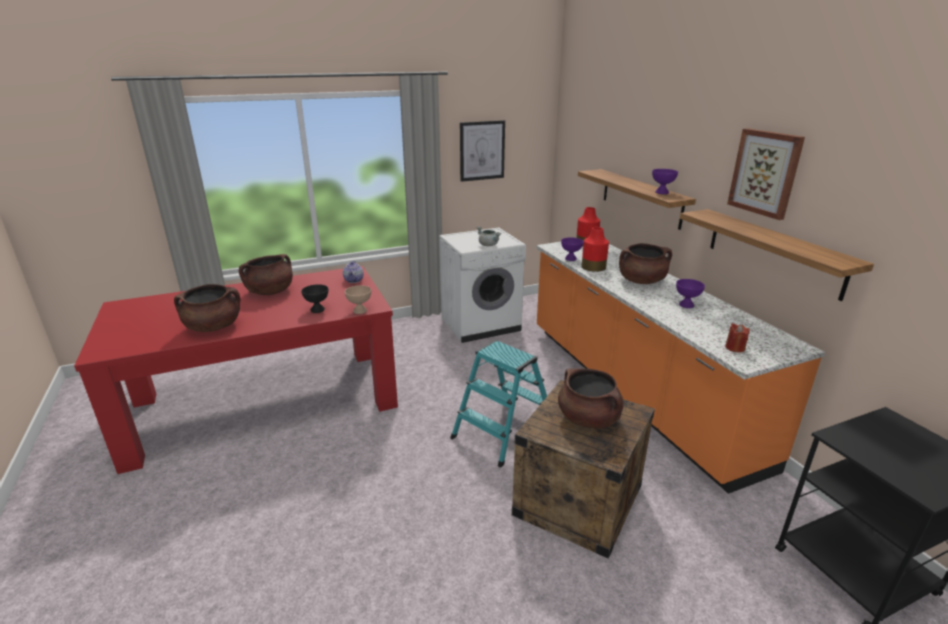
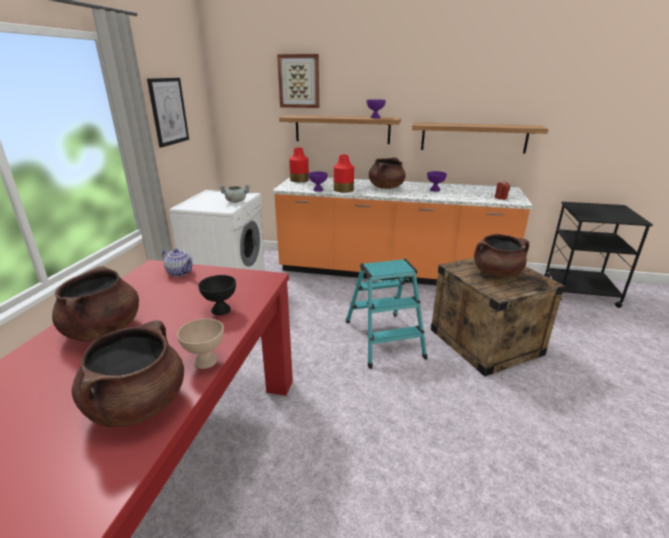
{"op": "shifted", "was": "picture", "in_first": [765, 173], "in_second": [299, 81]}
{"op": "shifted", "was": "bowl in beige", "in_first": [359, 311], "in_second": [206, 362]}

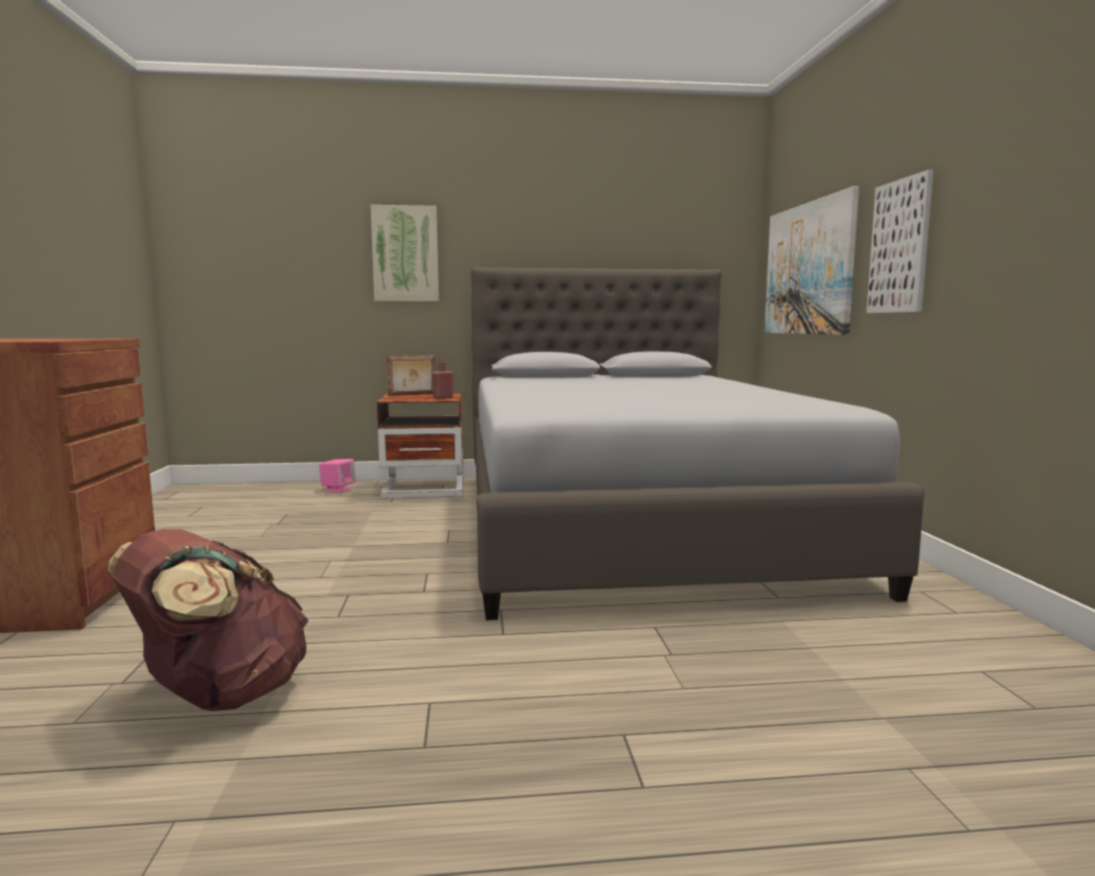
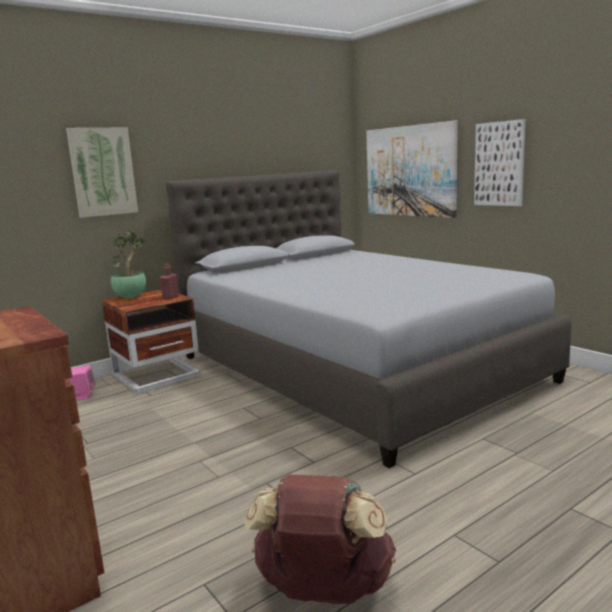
{"op": "swapped", "was": "picture frame", "now": "potted plant", "in_first": [412, 394], "in_second": [131, 297]}

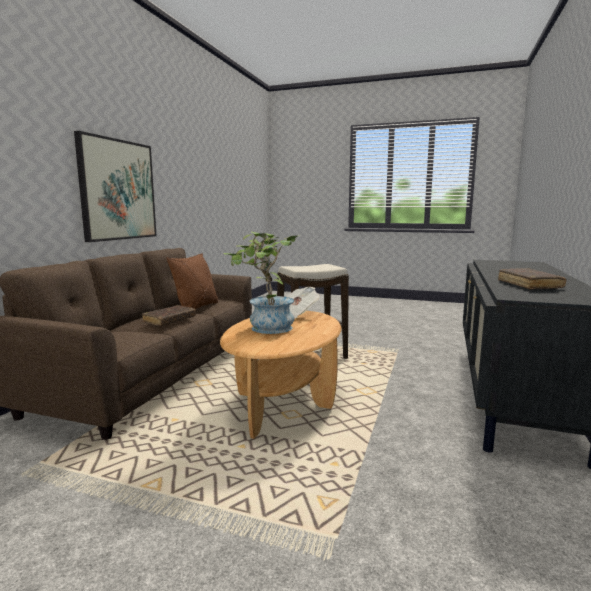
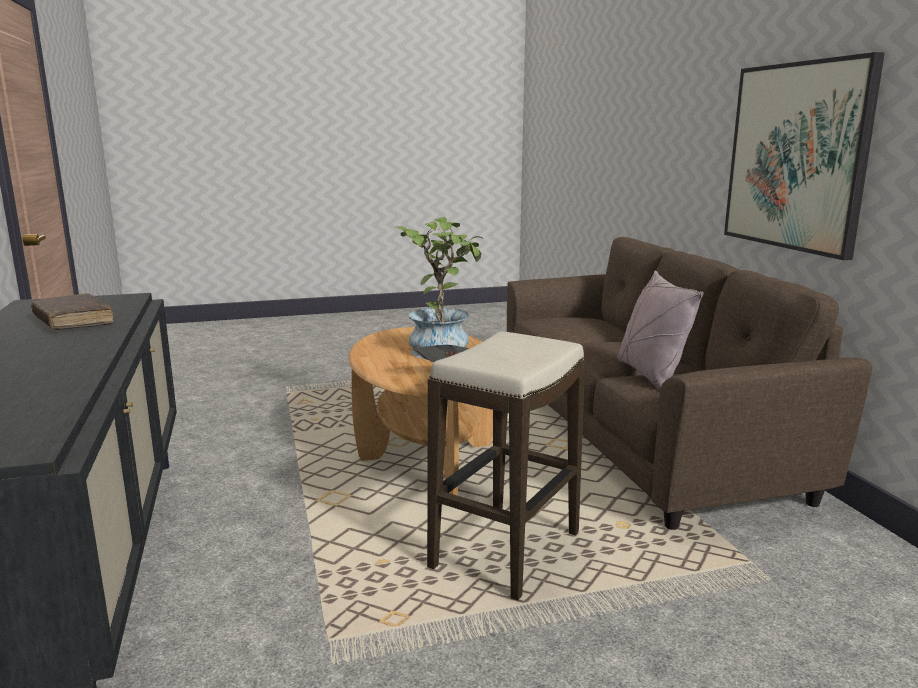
{"op": "repainted", "was": "pillow in brown", "now": "pillow in purple", "in_first": [196, 308], "in_second": [650, 374]}
{"op": "gone", "was": "book in brown", "in_first": [169, 320]}

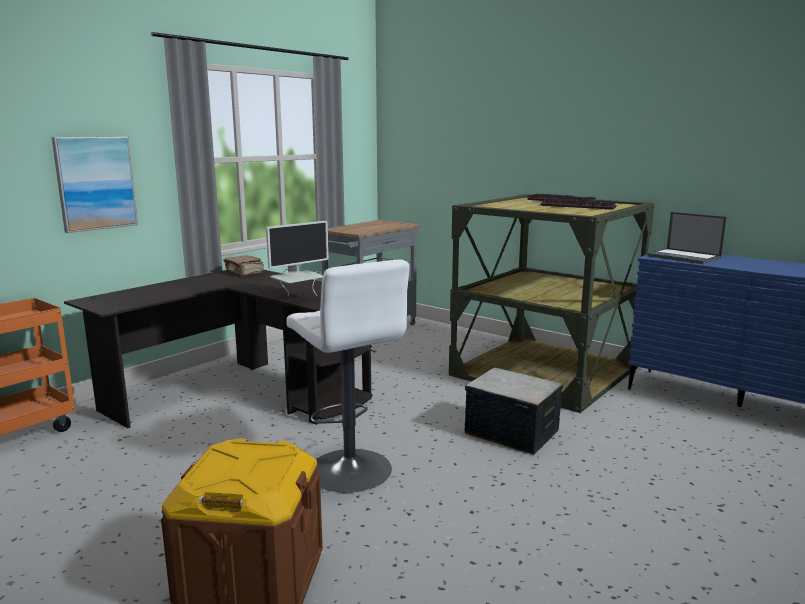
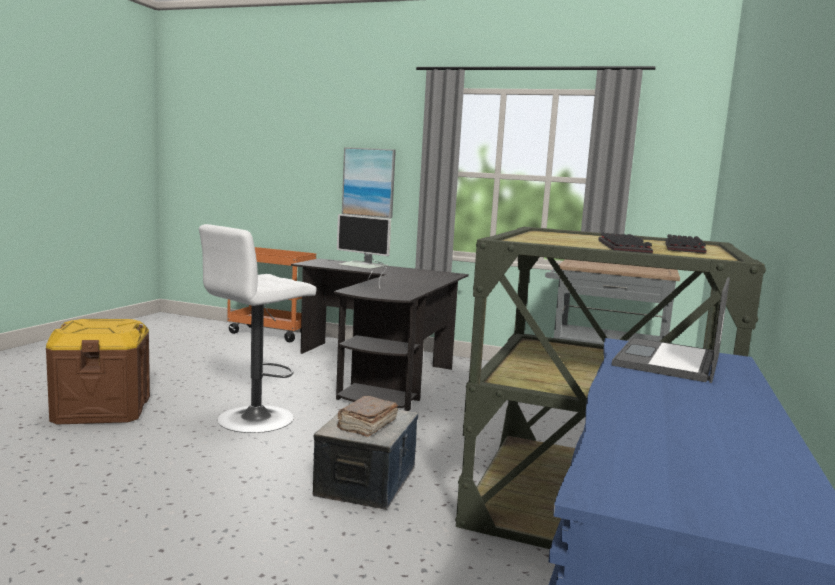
{"op": "shifted", "was": "book in brown", "in_first": [244, 272], "in_second": [366, 426]}

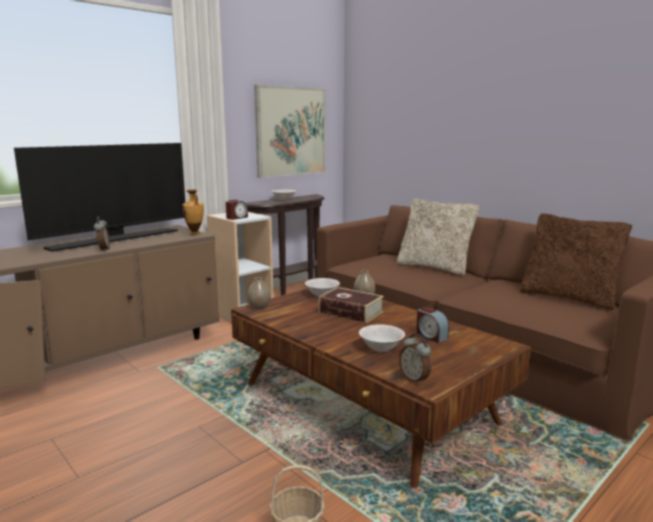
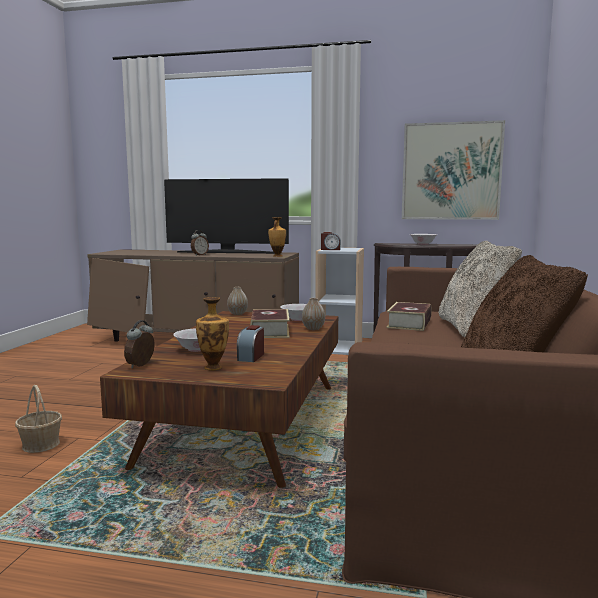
{"op": "new", "now": "vase", "in_second": [213, 367]}
{"op": "new", "now": "book", "in_second": [409, 323]}

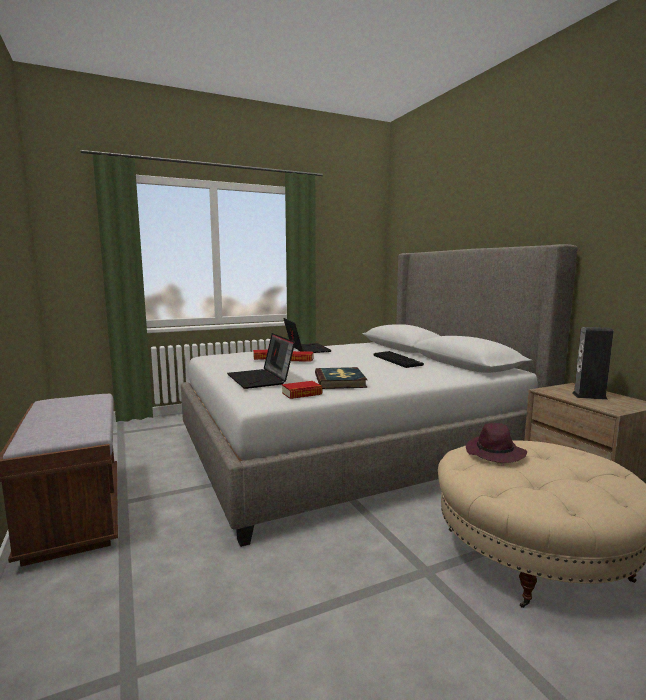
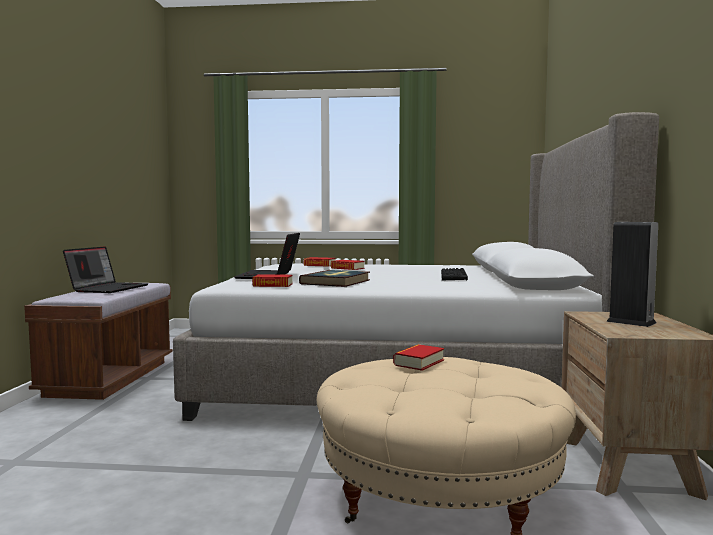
{"op": "shifted", "was": "laptop", "in_first": [306, 349], "in_second": [108, 288]}
{"op": "swapped", "was": "hat in purple", "now": "book", "in_first": [495, 453], "in_second": [419, 362]}

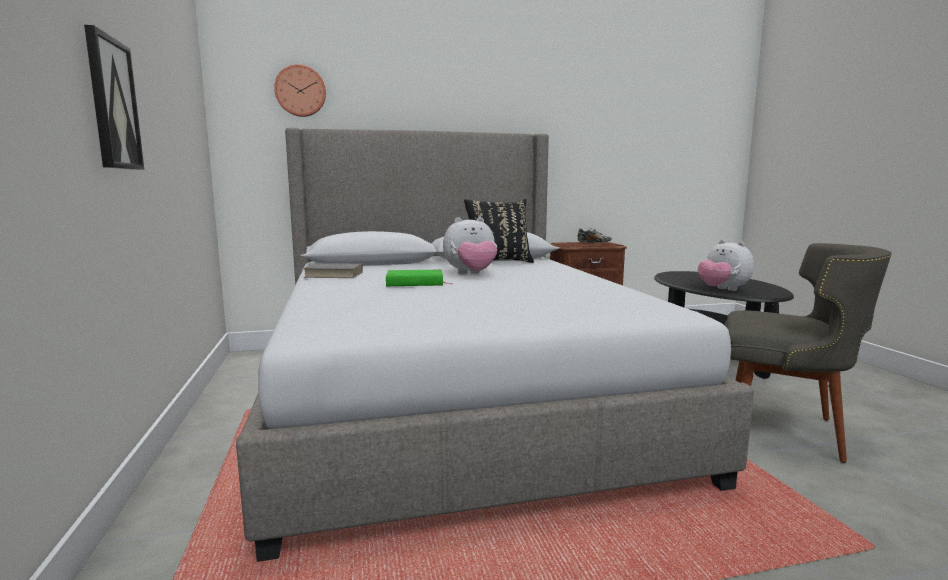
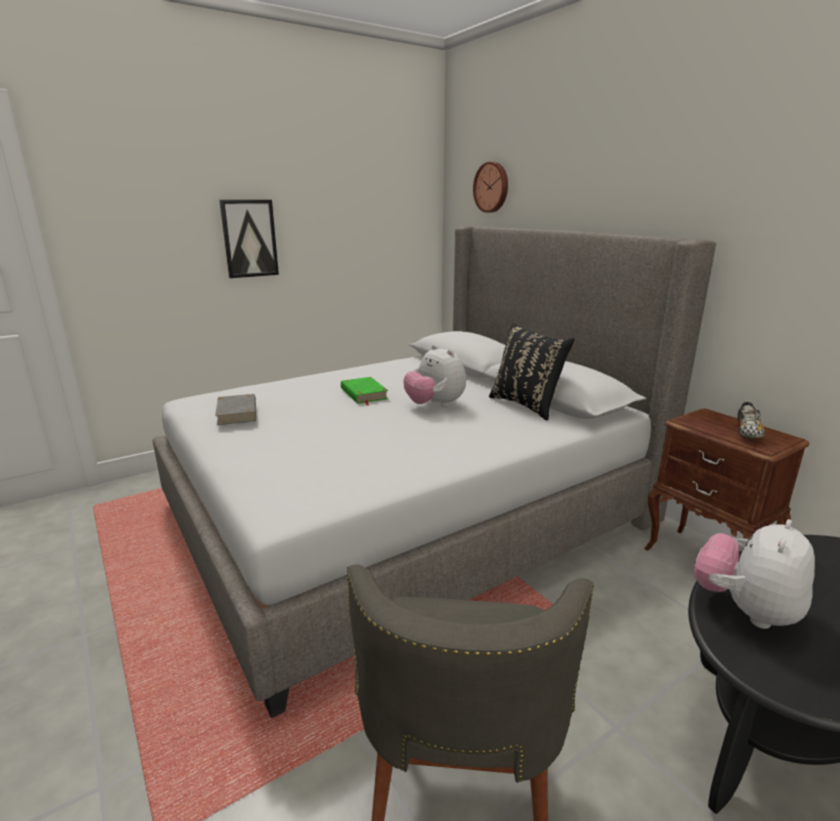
{"op": "shifted", "was": "book in grey", "in_first": [333, 275], "in_second": [237, 413]}

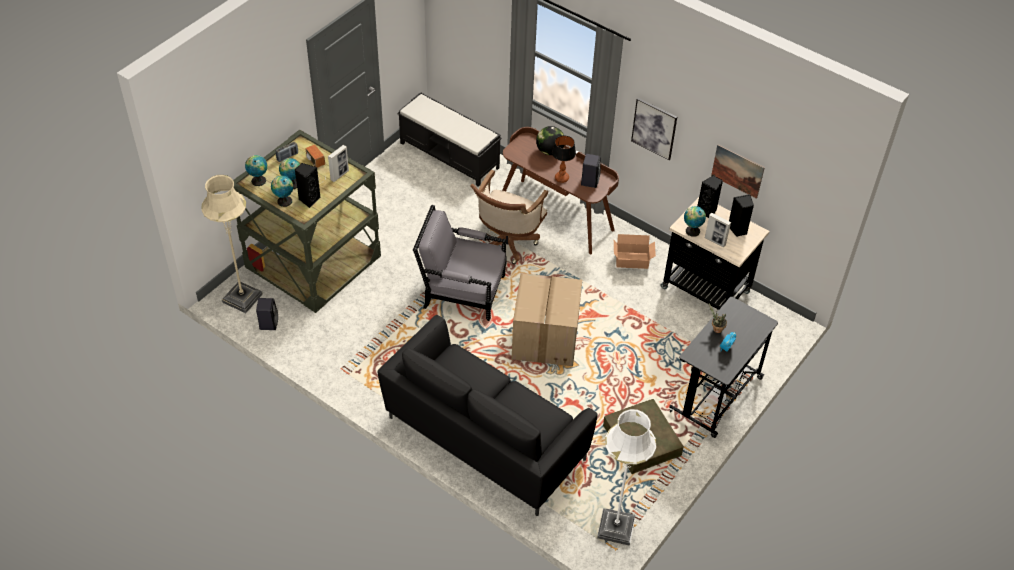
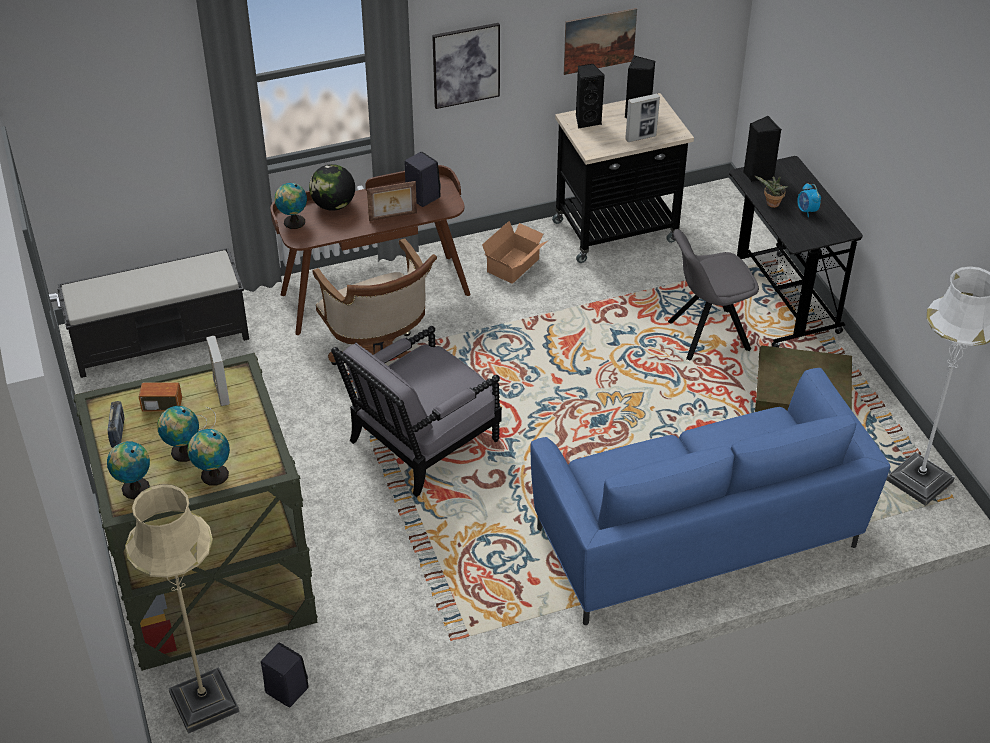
{"op": "swapped", "was": "table lamp", "now": "picture frame", "in_first": [562, 178], "in_second": [393, 217]}
{"op": "shifted", "was": "speaker in black", "in_first": [309, 199], "in_second": [757, 174]}
{"op": "shifted", "was": "globe", "in_first": [691, 230], "in_second": [293, 222]}
{"op": "gone", "was": "cardboard box", "in_first": [544, 338]}
{"op": "repainted", "was": "sofa in black", "now": "sofa in blue", "in_first": [485, 439], "in_second": [696, 540]}
{"op": "new", "now": "chair in grey", "in_second": [707, 335]}

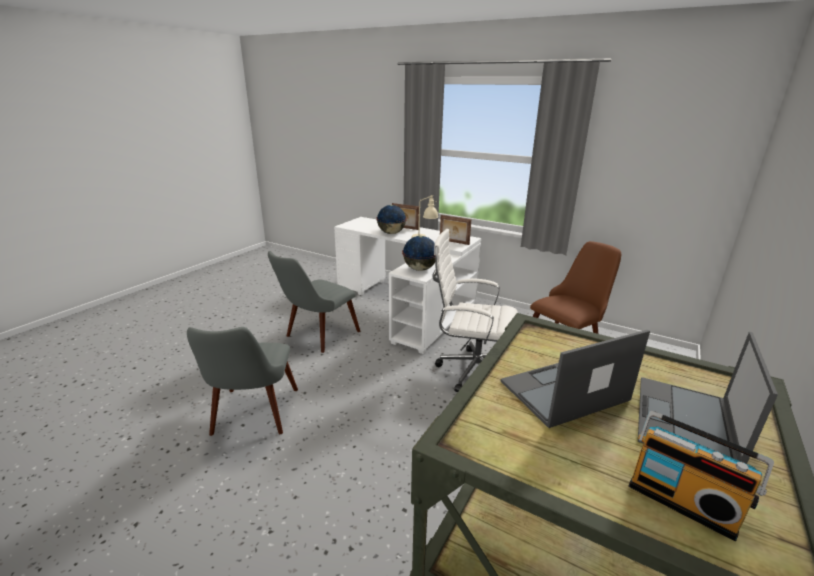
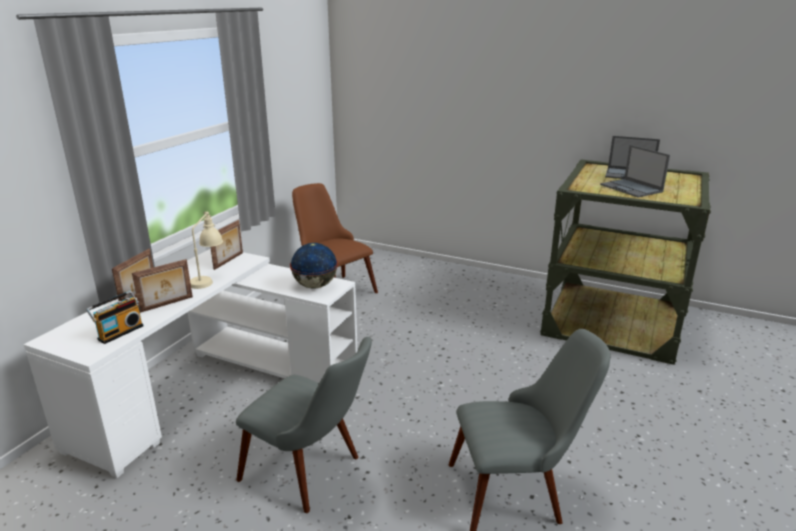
{"op": "swapped", "was": "globe", "now": "picture frame", "in_first": [391, 233], "in_second": [167, 304]}
{"op": "gone", "was": "office chair in white", "in_first": [471, 371]}
{"op": "shifted", "was": "radio", "in_first": [682, 500], "in_second": [119, 332]}

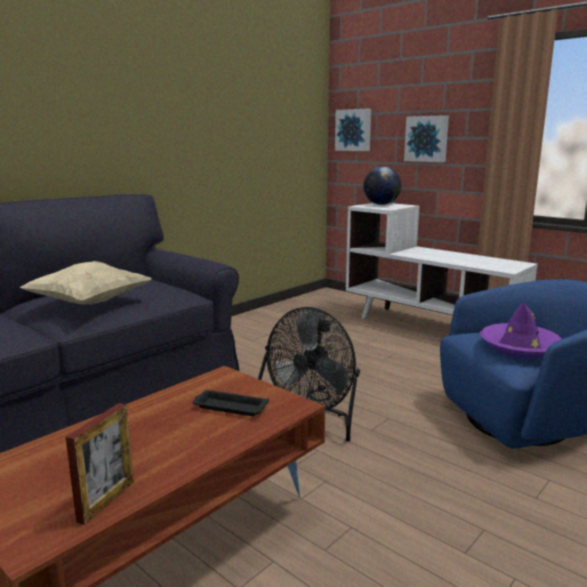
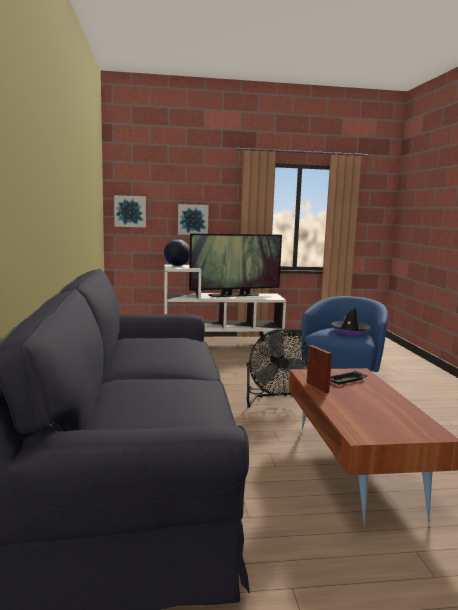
{"op": "gone", "was": "pillow in beige", "in_first": [89, 303]}
{"op": "repainted", "was": "hat in purple", "now": "hat in black", "in_first": [519, 347], "in_second": [350, 331]}
{"op": "shifted", "was": "picture frame", "in_first": [106, 501], "in_second": [317, 387]}
{"op": "new", "now": "television", "in_second": [235, 295]}

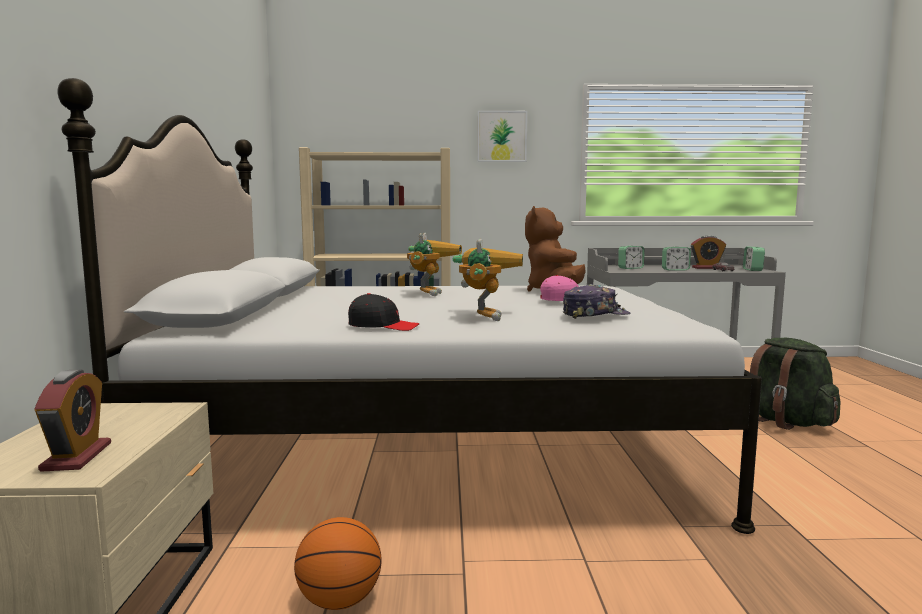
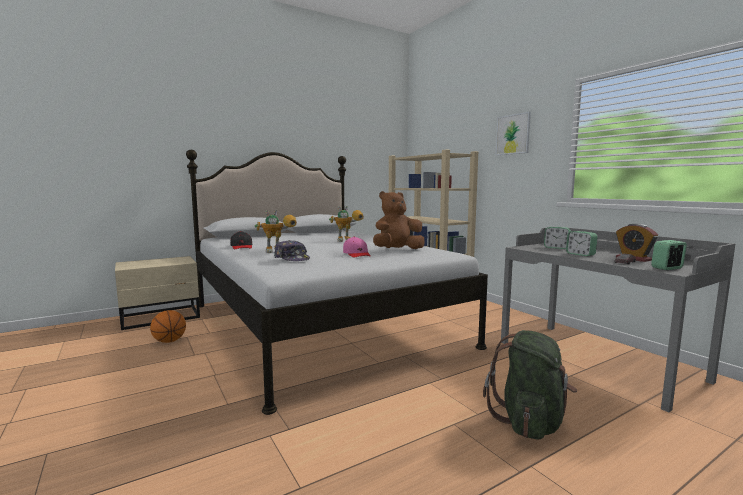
{"op": "gone", "was": "alarm clock", "in_first": [77, 457]}

